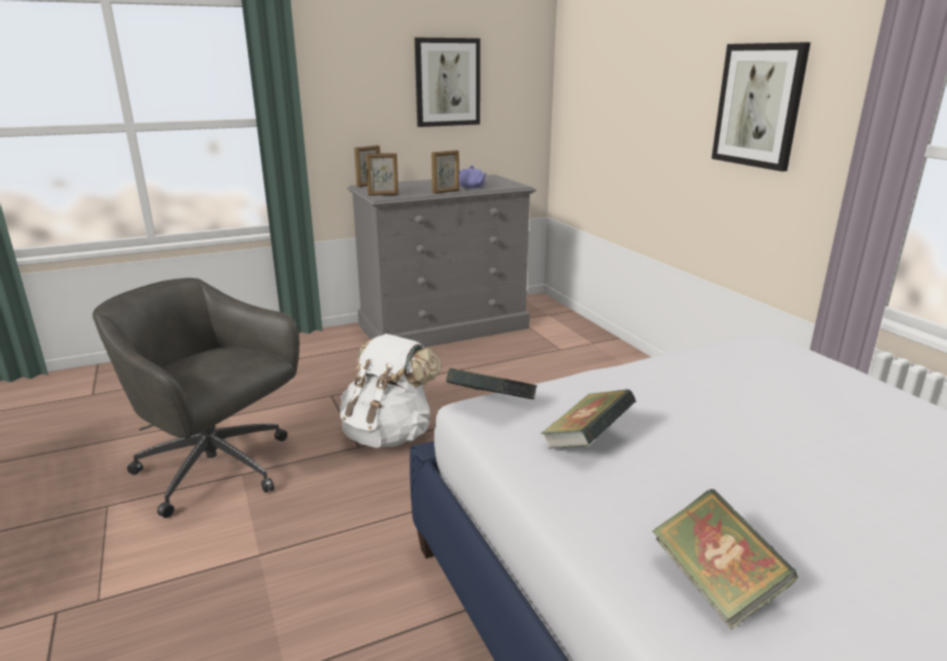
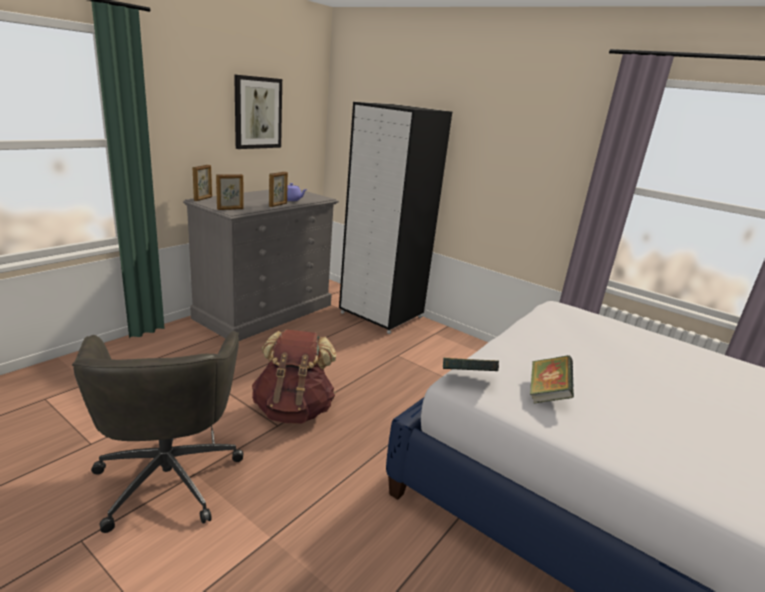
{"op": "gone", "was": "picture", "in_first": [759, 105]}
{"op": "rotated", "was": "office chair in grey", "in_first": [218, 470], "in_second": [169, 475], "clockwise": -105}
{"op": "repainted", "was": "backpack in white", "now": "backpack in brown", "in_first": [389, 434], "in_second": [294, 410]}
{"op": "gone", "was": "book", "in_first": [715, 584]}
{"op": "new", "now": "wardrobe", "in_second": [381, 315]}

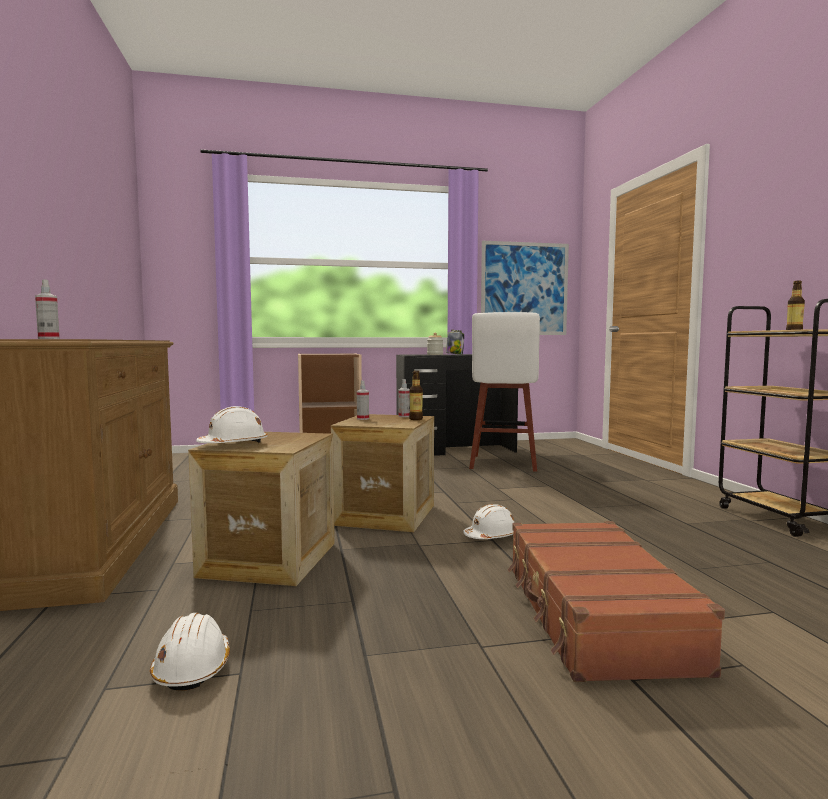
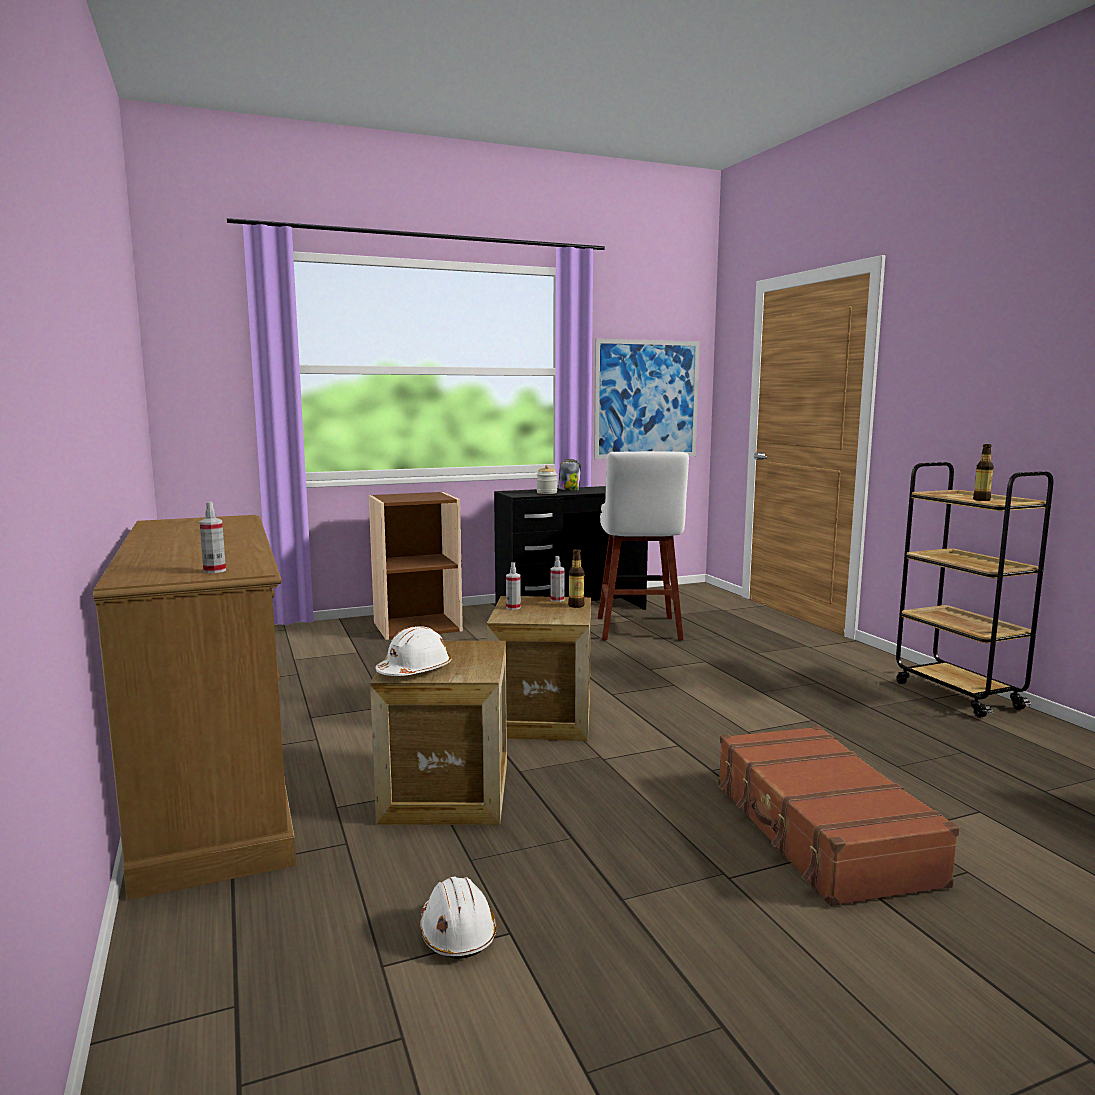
{"op": "gone", "was": "hard hat in white", "in_first": [491, 536]}

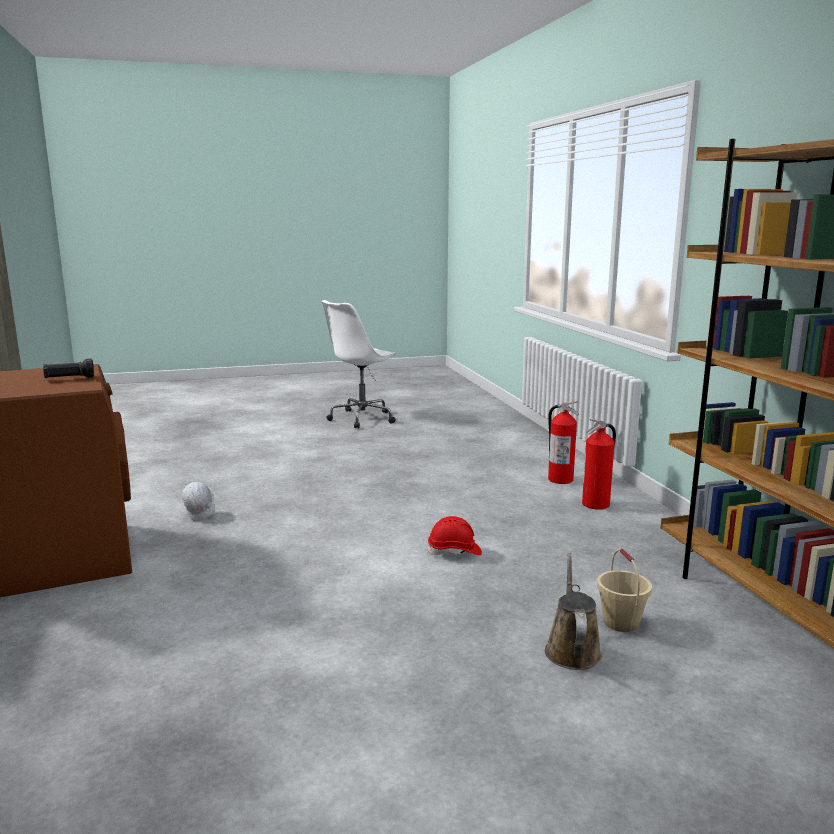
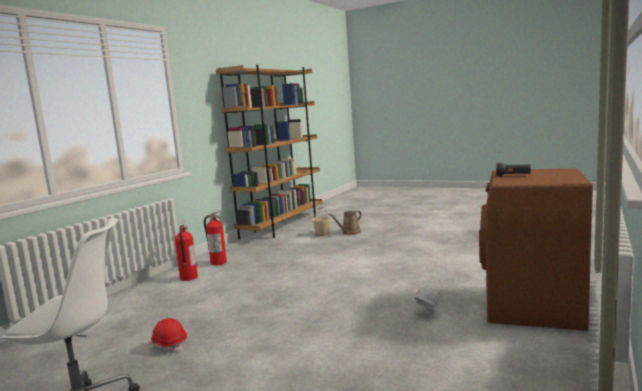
{"op": "shifted", "was": "hard hat in red", "in_first": [454, 552], "in_second": [169, 345]}

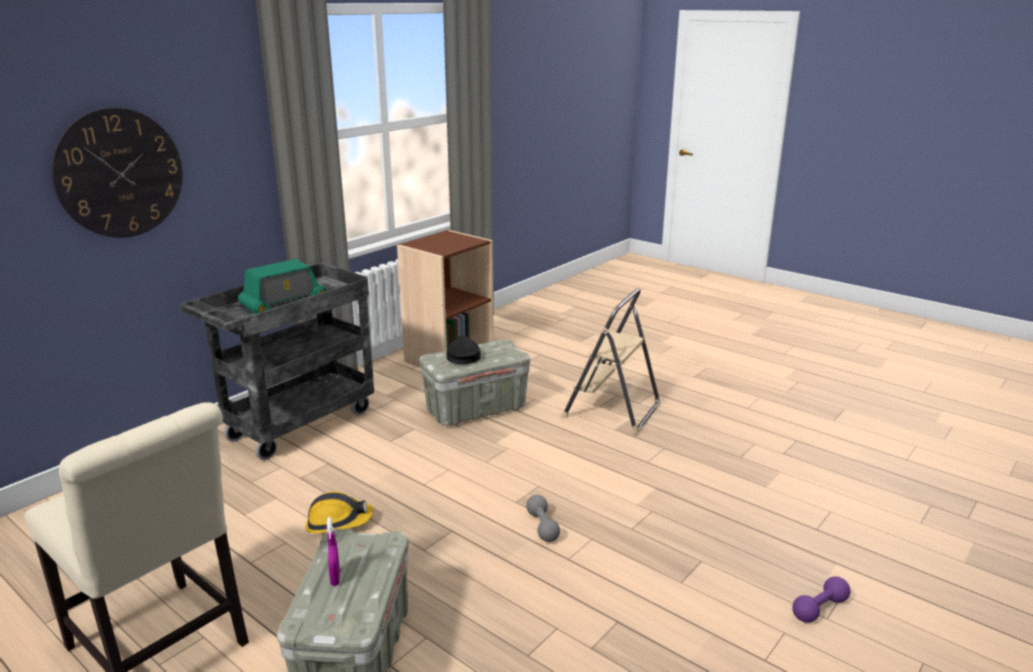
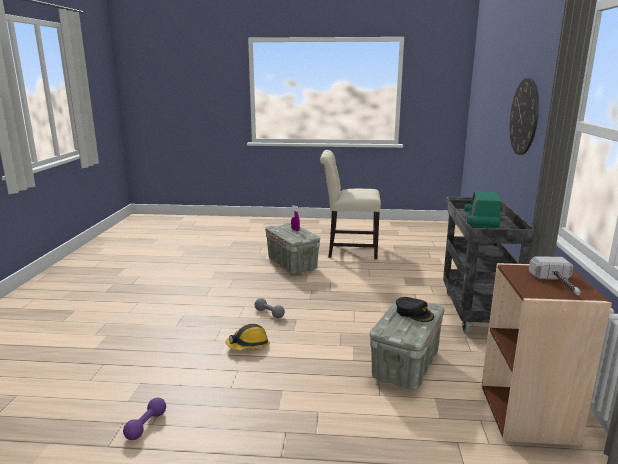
{"op": "gone", "was": "step ladder in beige", "in_first": [615, 411]}
{"op": "shifted", "was": "hard hat", "in_first": [338, 522], "in_second": [248, 345]}
{"op": "shifted", "was": "dumbbell in purple", "in_first": [819, 609], "in_second": [146, 425]}
{"op": "new", "now": "hammer", "in_second": [559, 285]}

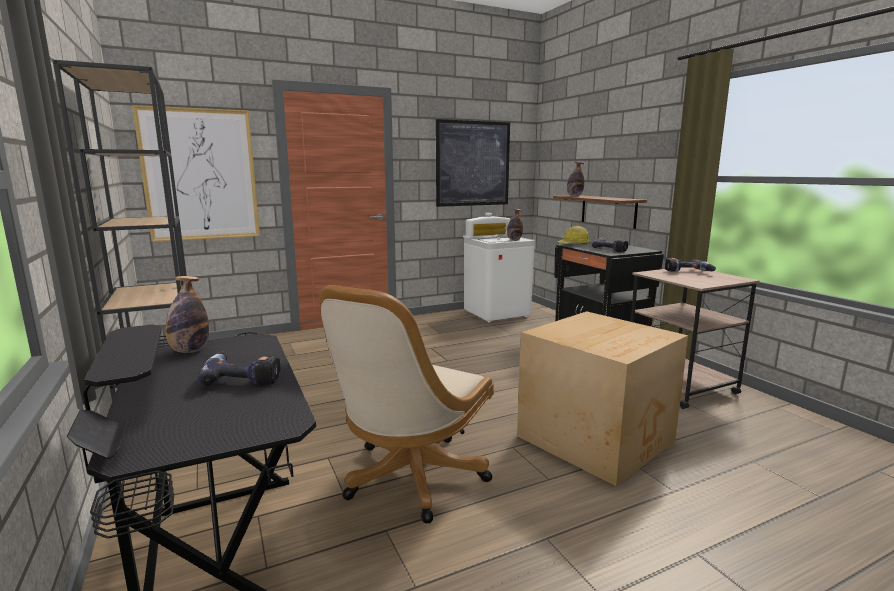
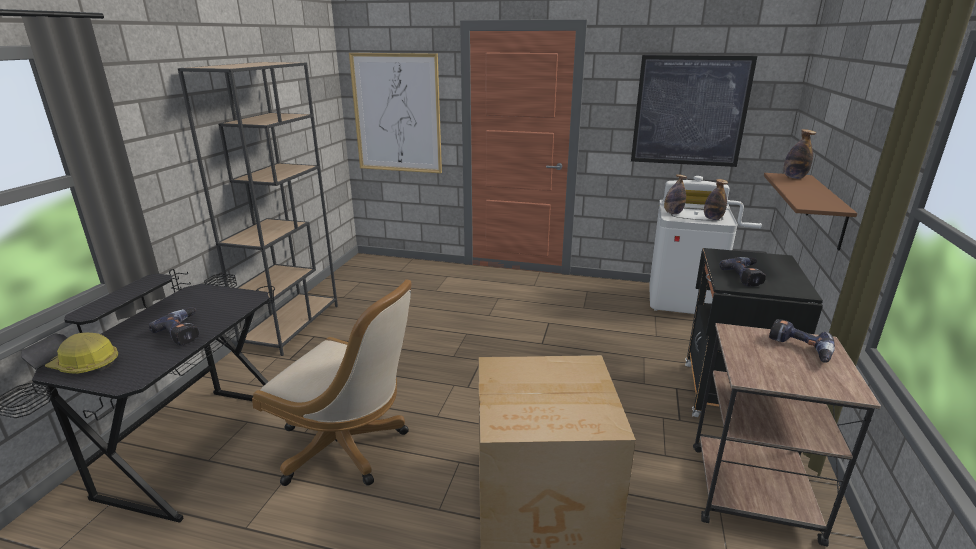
{"op": "shifted", "was": "hard hat", "in_first": [574, 245], "in_second": [85, 365]}
{"op": "shifted", "was": "bottle", "in_first": [190, 351], "in_second": [673, 213]}
{"op": "rotated", "was": "office chair", "in_first": [410, 481], "in_second": [350, 448], "clockwise": -135}

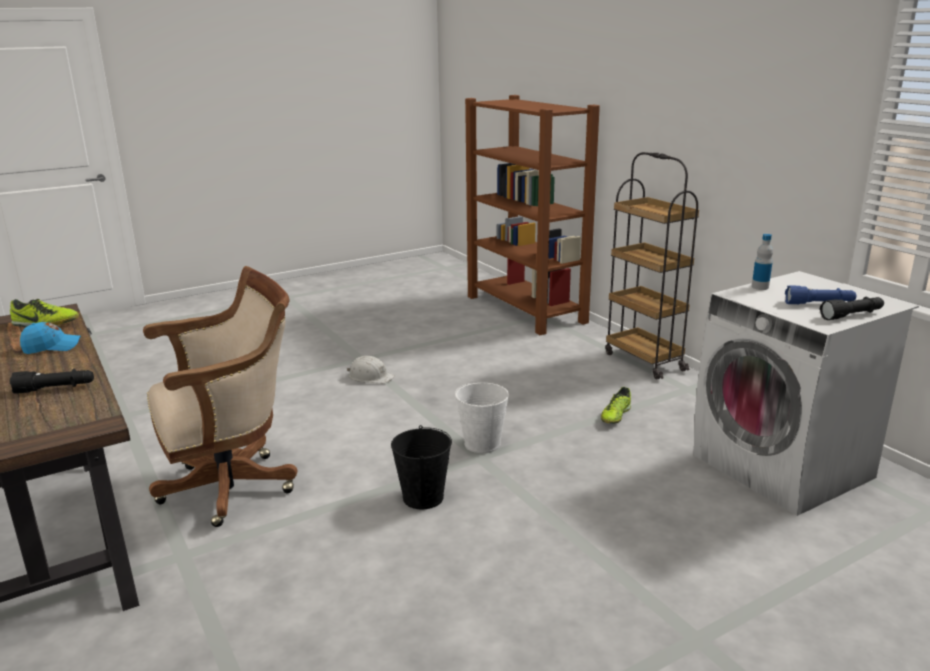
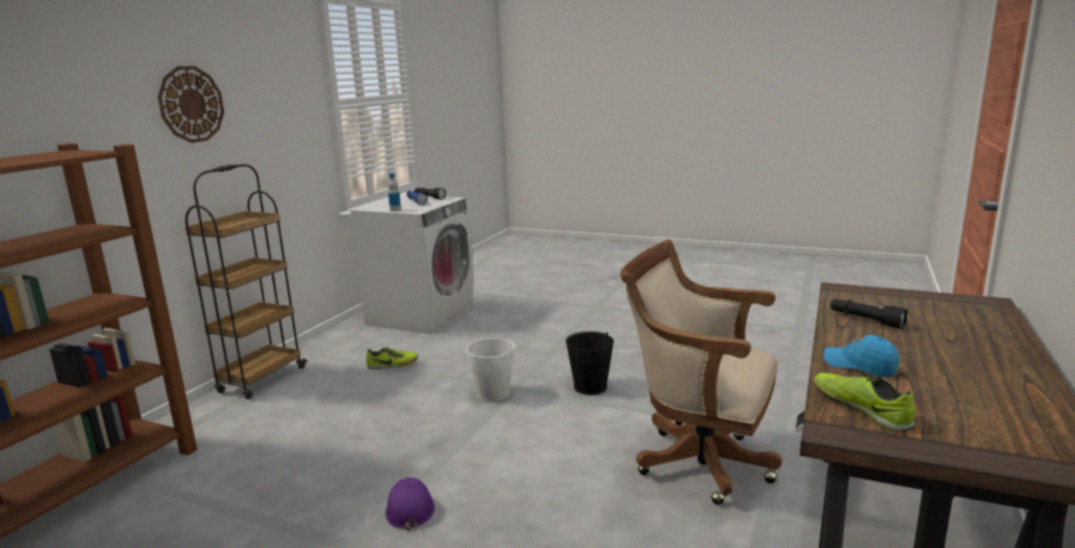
{"op": "repainted", "was": "hard hat in white", "now": "hard hat in purple", "in_first": [370, 377], "in_second": [409, 509]}
{"op": "new", "now": "wall clock", "in_second": [191, 104]}

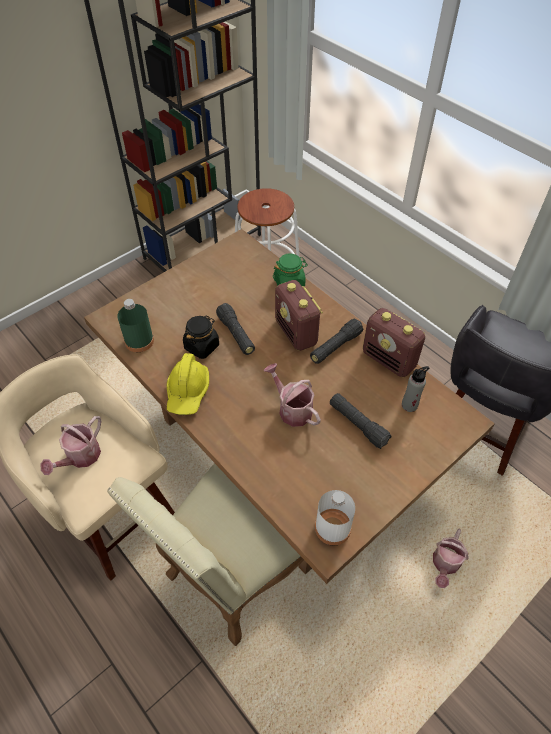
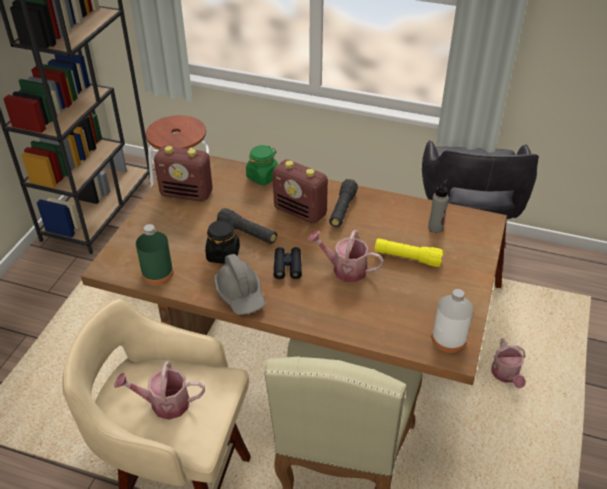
{"op": "shifted", "was": "radio", "in_first": [389, 360], "in_second": [187, 194]}
{"op": "repainted", "was": "hard hat in yellow", "now": "hard hat in grey", "in_first": [188, 391], "in_second": [240, 294]}
{"op": "repainted", "was": "flashlight in black", "now": "flashlight in yellow", "in_first": [358, 424], "in_second": [407, 258]}
{"op": "rotated", "was": "watering can", "in_first": [80, 457], "in_second": [164, 403], "clockwise": 90}
{"op": "new", "now": "binoculars in black", "in_second": [287, 266]}

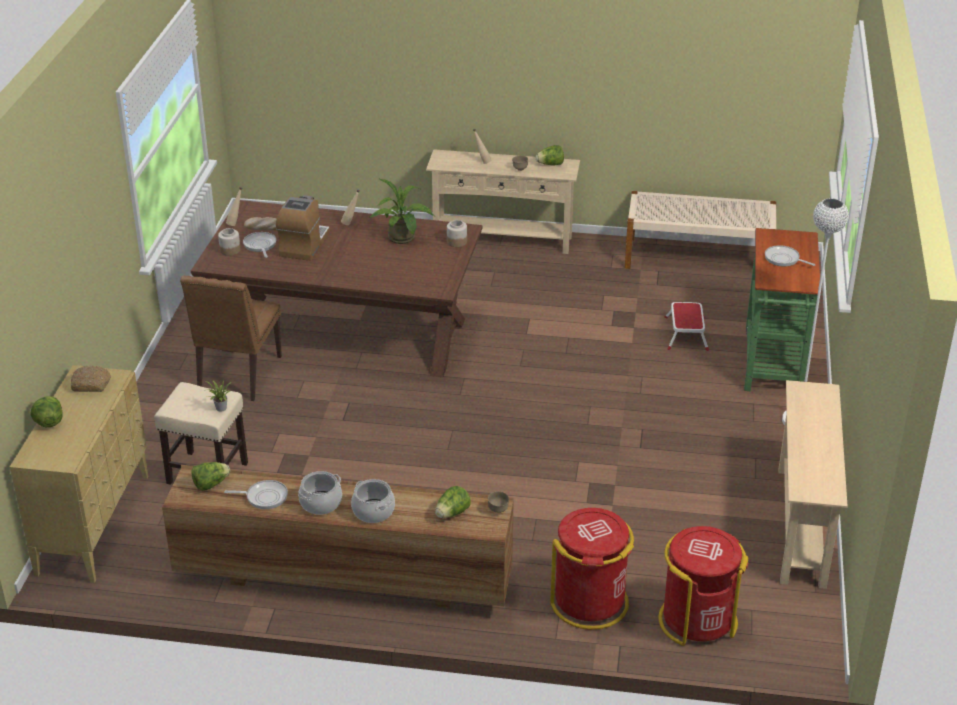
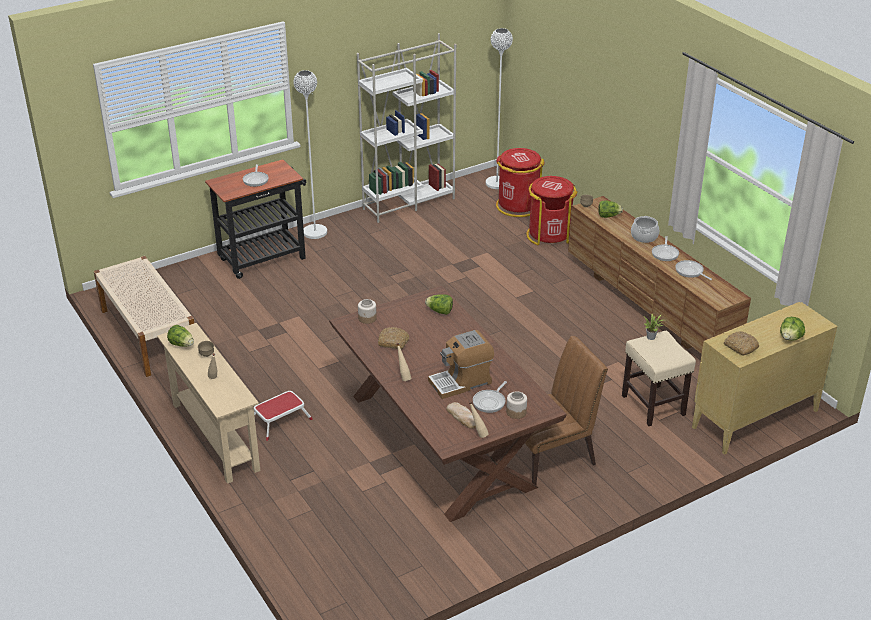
{"op": "swapped", "was": "potted plant", "now": "bread", "in_first": [403, 239], "in_second": [393, 342]}
{"op": "repainted", "was": "cart in green", "now": "cart in black", "in_first": [773, 365], "in_second": [263, 259]}
{"op": "shifted", "was": "step ladder in red", "in_first": [686, 333], "in_second": [280, 420]}
{"op": "swapped", "was": "console table in beige", "now": "bookcase in white", "in_first": [802, 526], "in_second": [409, 204]}
{"op": "shifted", "was": "lettuce", "in_first": [211, 484], "in_second": [439, 311]}
{"op": "swapped", "was": "cooking pot", "now": "frying pan", "in_first": [321, 503], "in_second": [665, 253]}
{"op": "new", "now": "floor lamp in white", "in_second": [496, 183]}

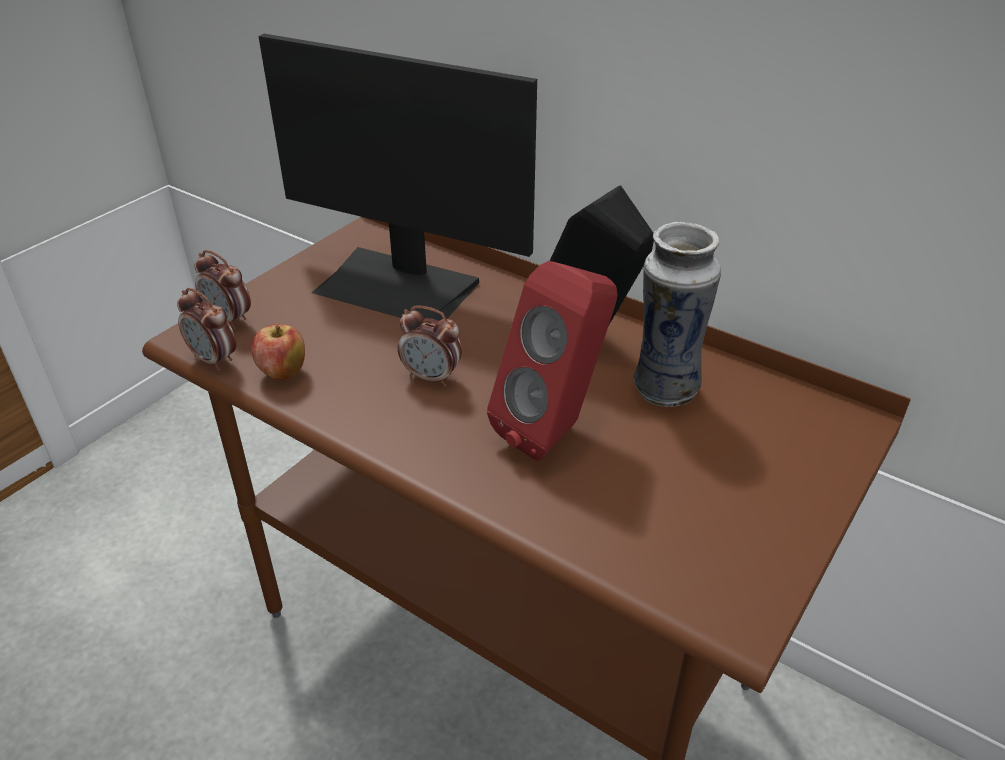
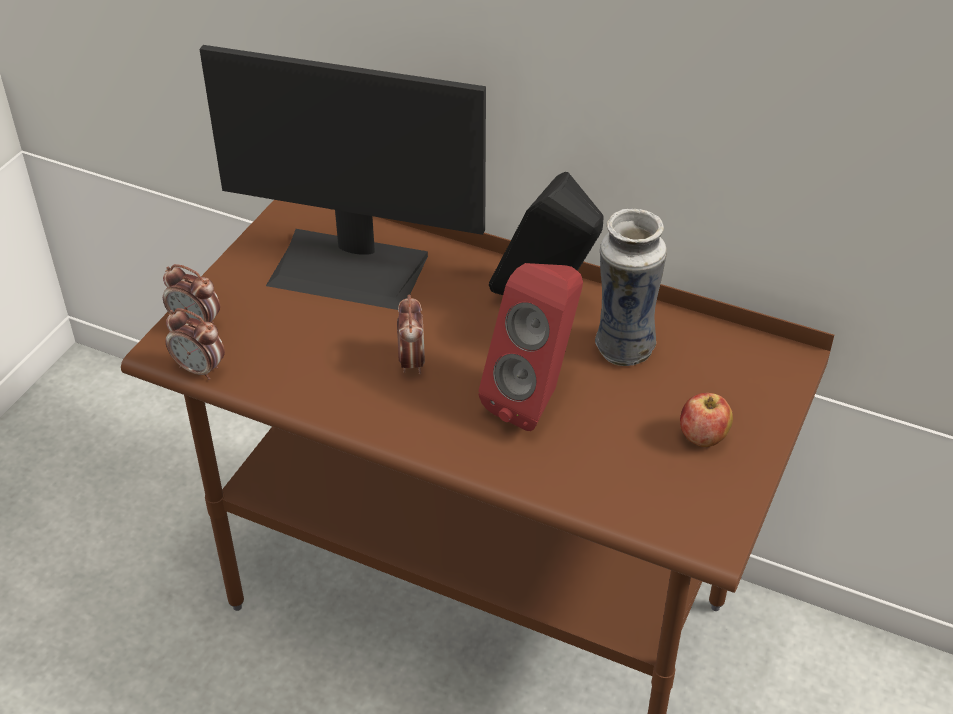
{"op": "rotated", "was": "alarm clock", "in_first": [432, 377], "in_second": [411, 362], "clockwise": -105}
{"op": "shifted", "was": "apple", "in_first": [283, 373], "in_second": [702, 438]}

